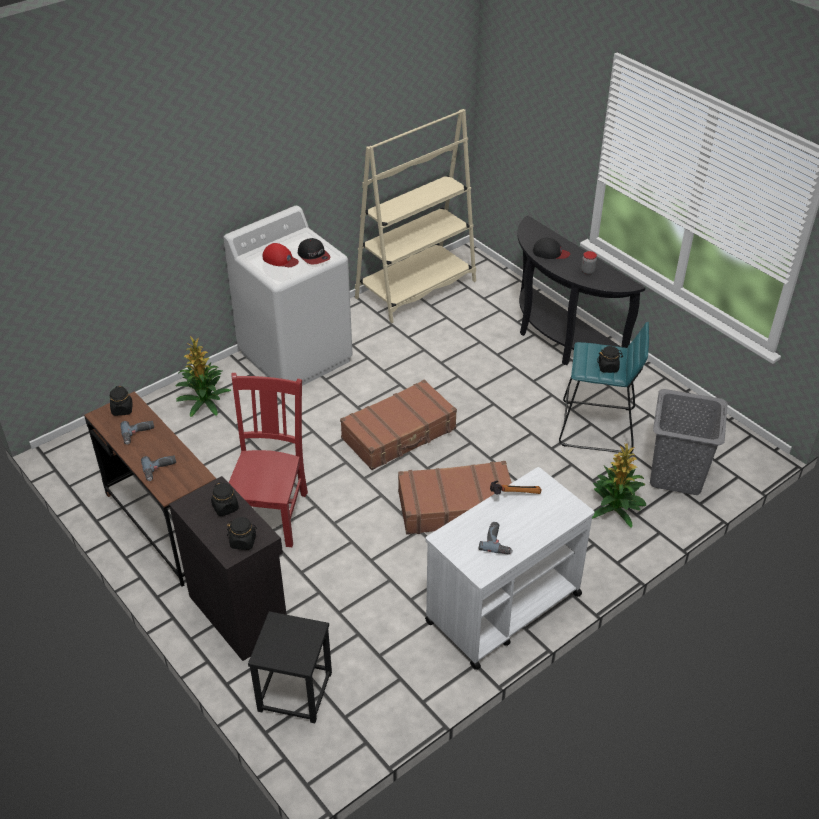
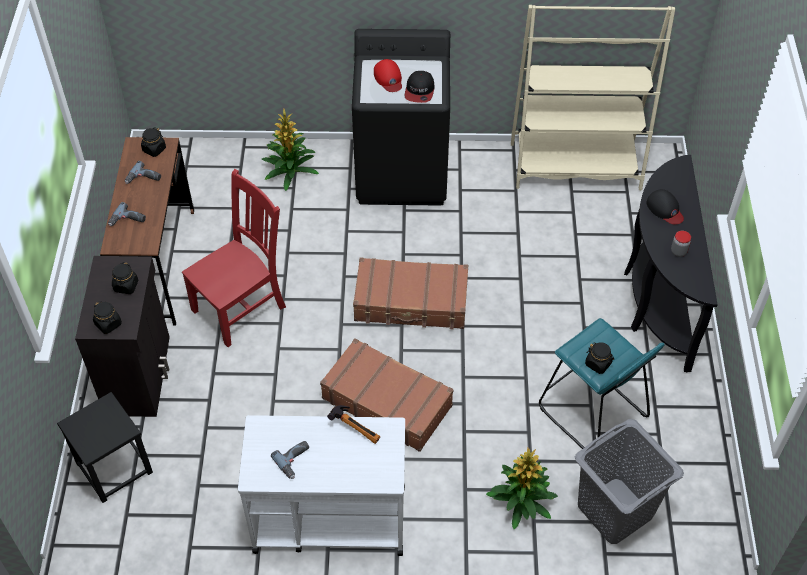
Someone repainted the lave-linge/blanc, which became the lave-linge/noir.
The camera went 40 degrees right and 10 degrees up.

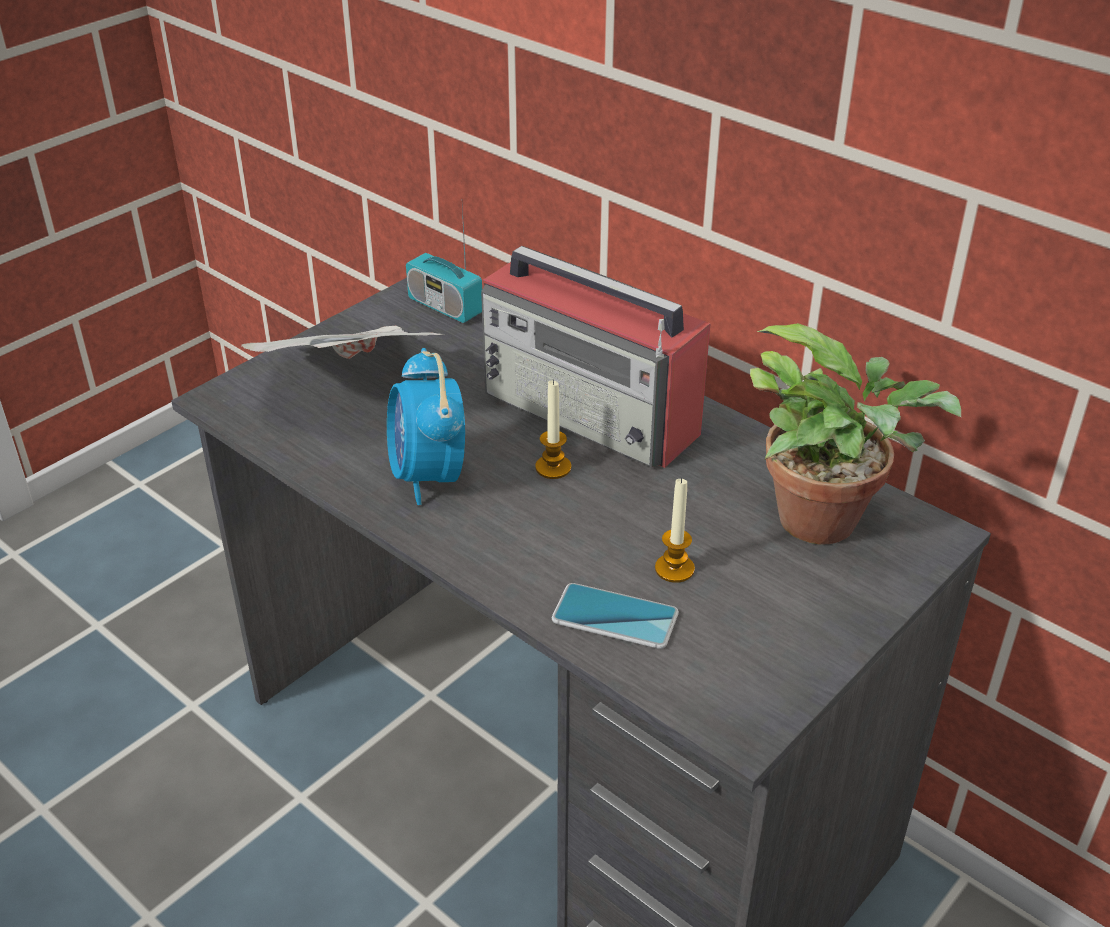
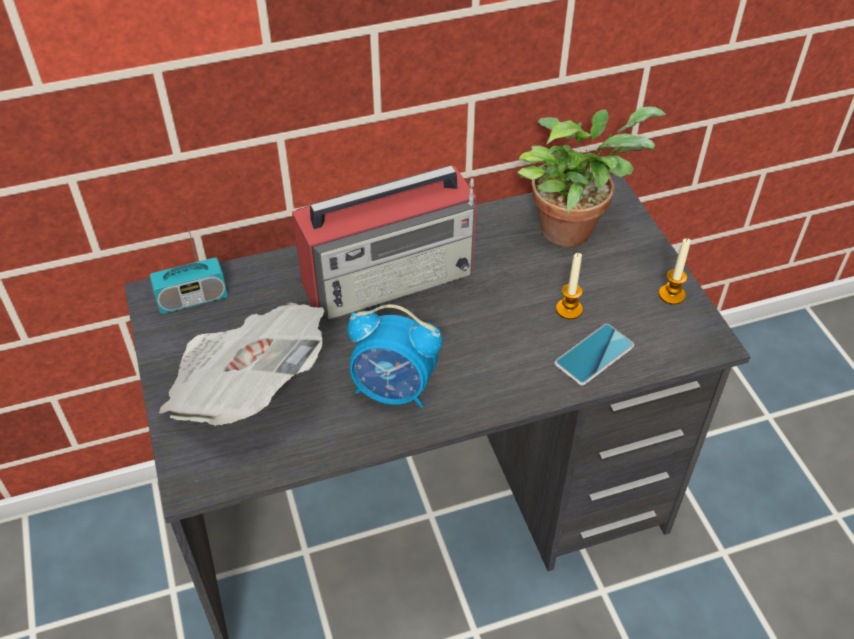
Someone carried the bougie (no. 1 from left in the first image).
The camera went 60 degrees left and 10 degrees up.

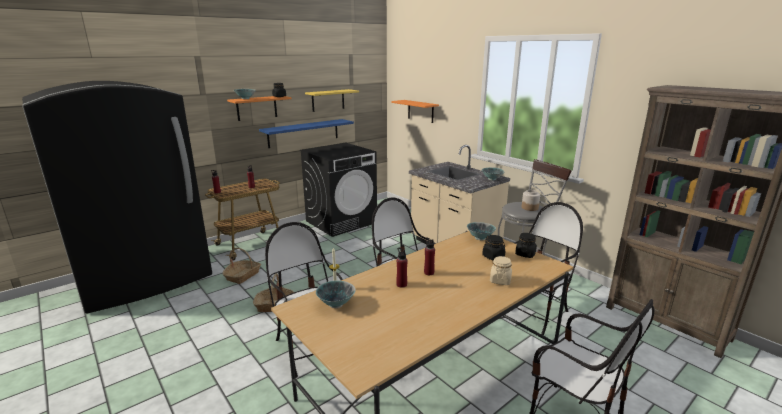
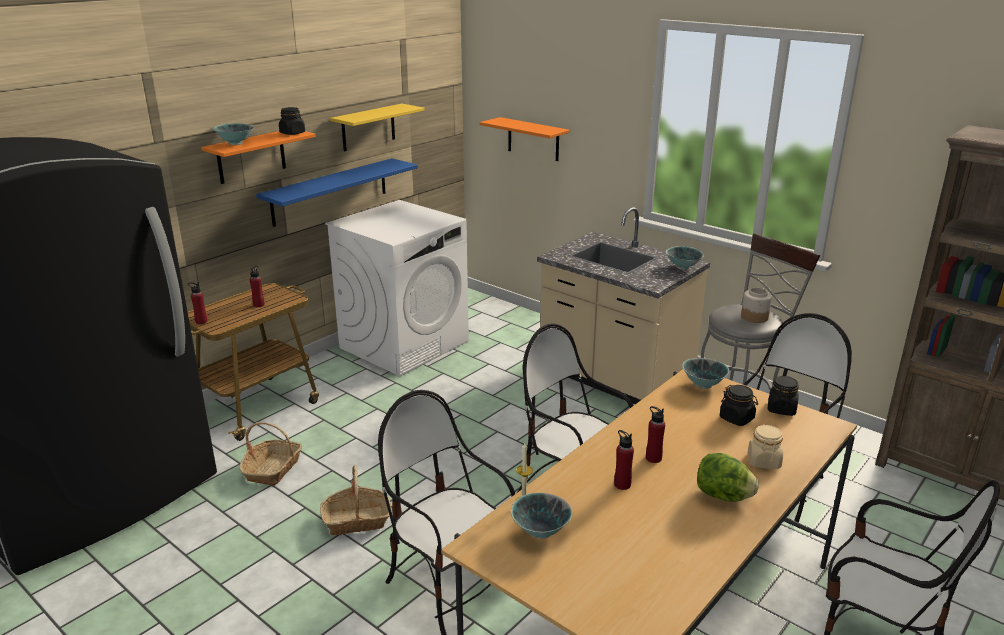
Someone repainted the lave-linge/noir, which became the lave-linge/blanc.
Someone put down the laitue.
The camera went 10 degrees left and 5 degrees up.

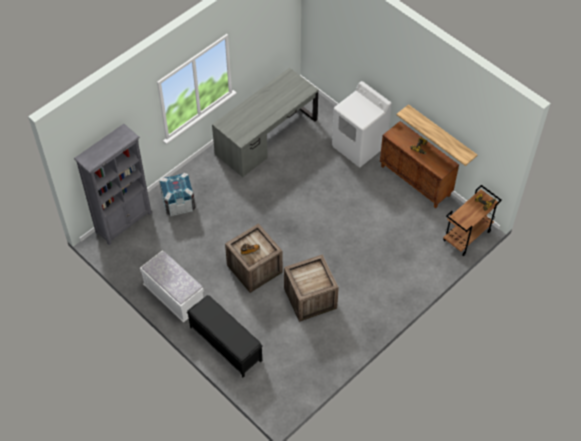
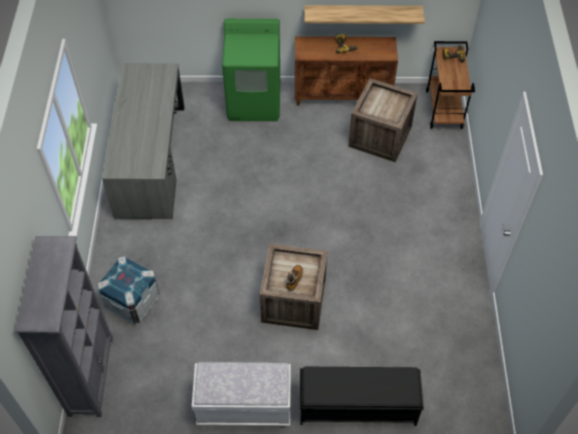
Someone repainted the lave-linge/blanc, which became the lave-linge/vert.
Someone carried the caisse (no. 3 from left).
The camera went 45 degrees left and 0 degrees up.

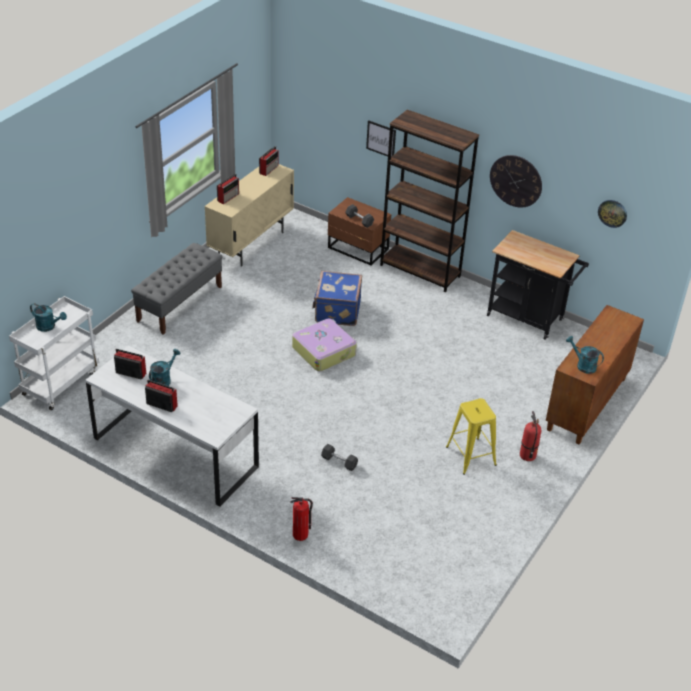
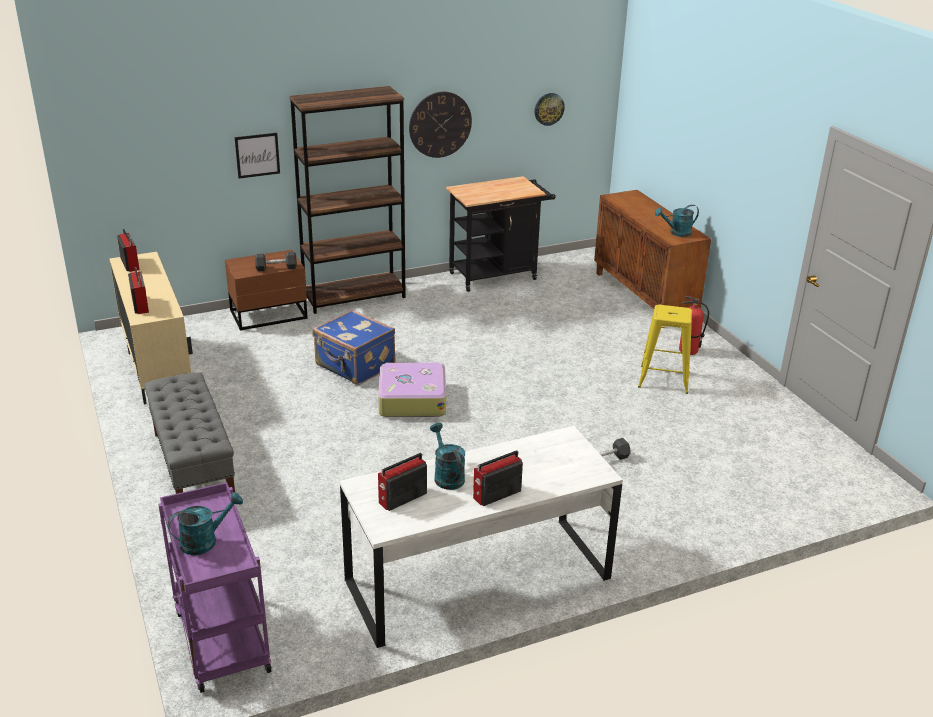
Someone repainted the chariot/blanc, which became the chariot/violet.
Someone took away the extincteur (no. 1 from left).
The camera went 55 degrees left and 10 degrees down.

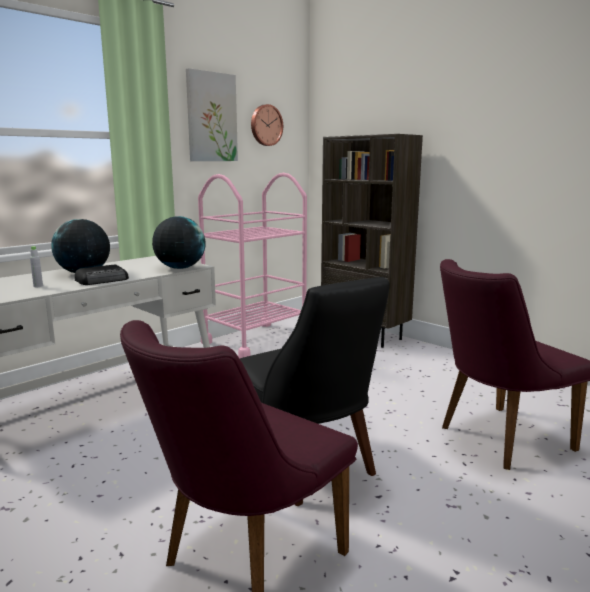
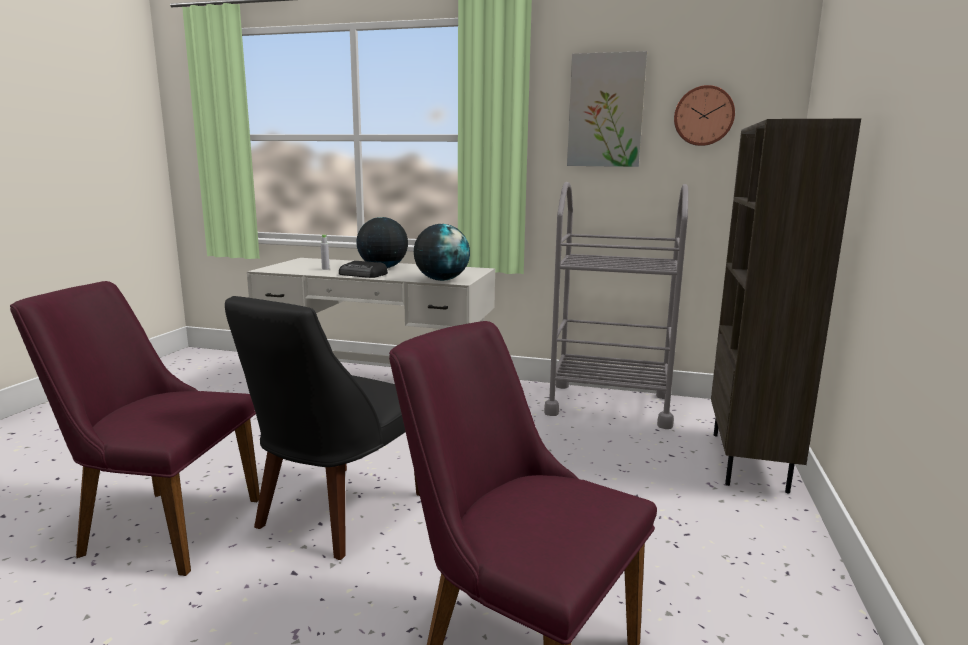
Someone repainted the chariot/rose, which became the chariot/gris.
The camera went 60 degrees right and 0 degrees up.

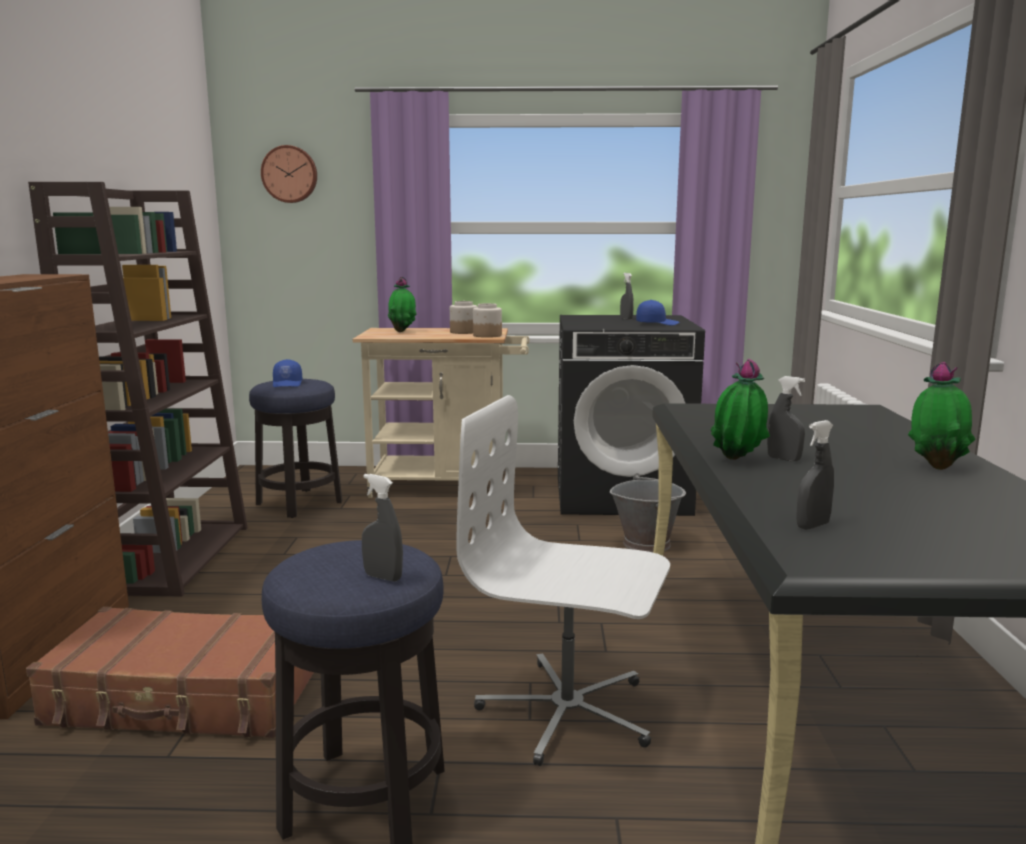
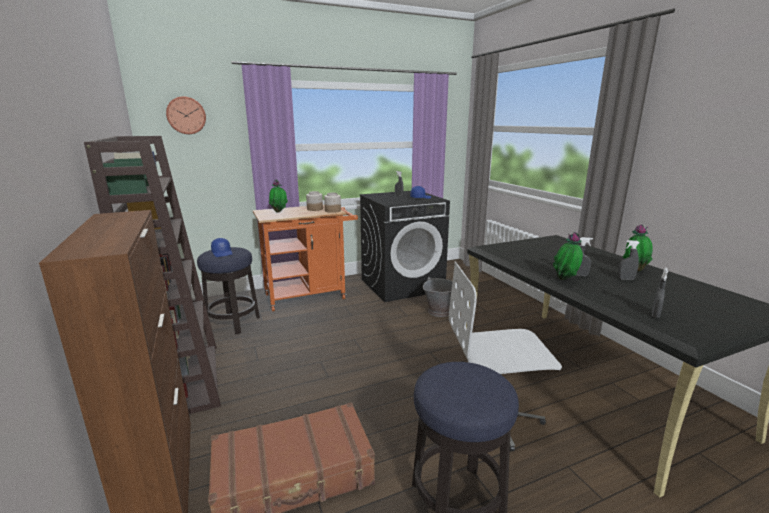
Someone repainted the chariot/beige, which became the chariot/orange.
Someone carried the vaporisateur/gris (no. 1 from left in the first image).
The camera went 25 degrees left and 5 degrees up.

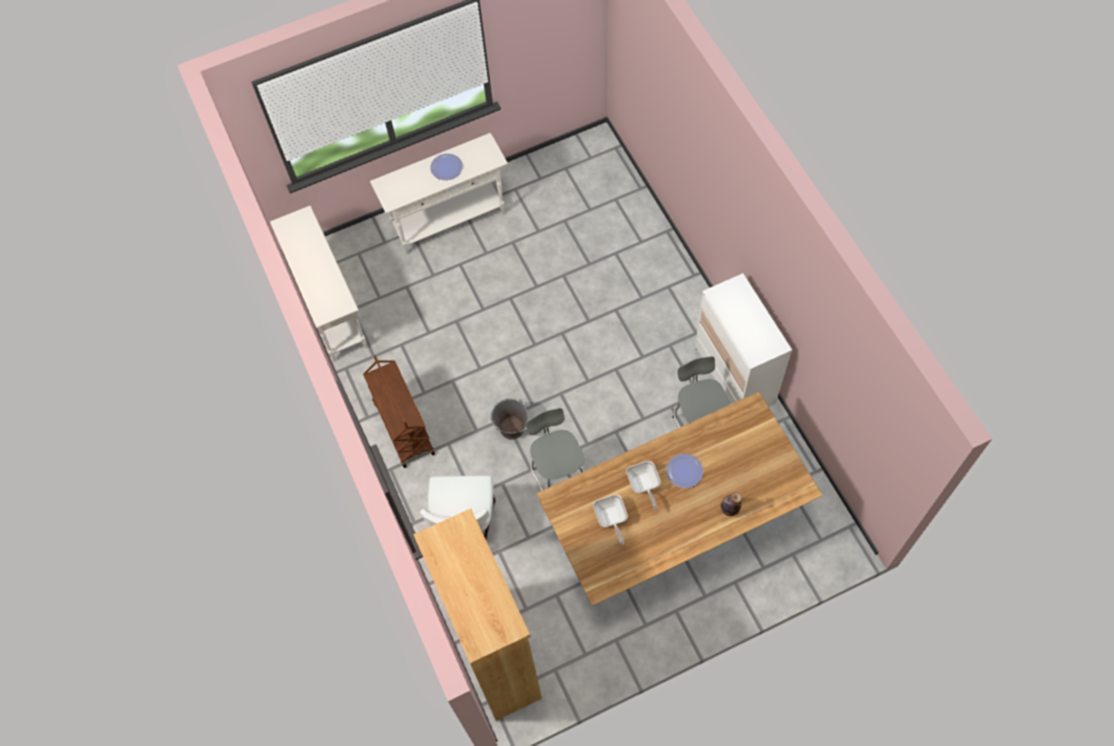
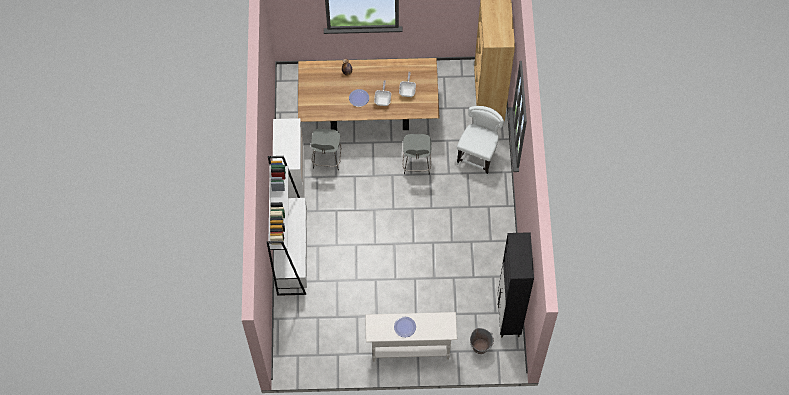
Someone swapped the table console/blanc (no. 1 from left) for the meuble de rangement/noir.
Someone took away the chariot/marron.
Someone carried the seau/gris.
Someone put down the bibliothèque/blanc.
The camera went 160 degrees left and 0 degrees up.

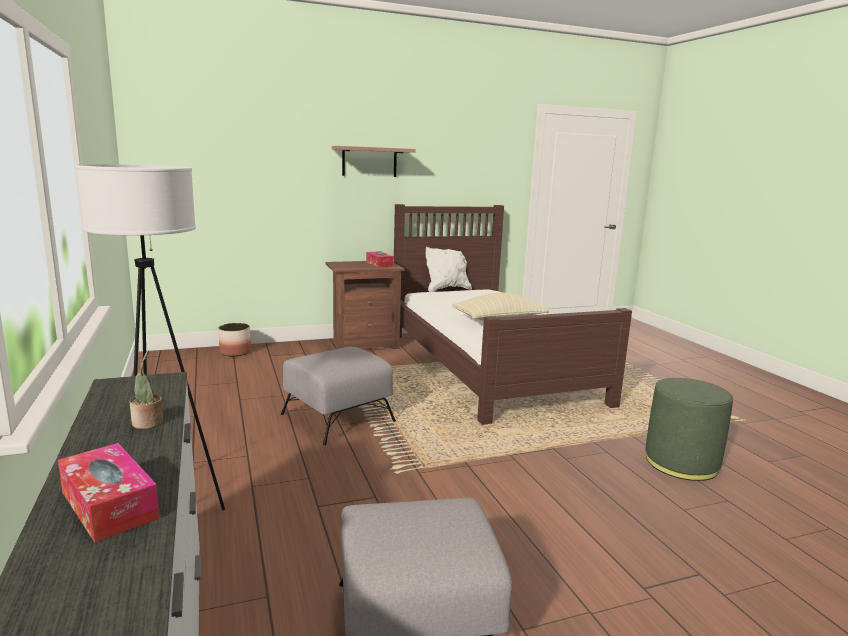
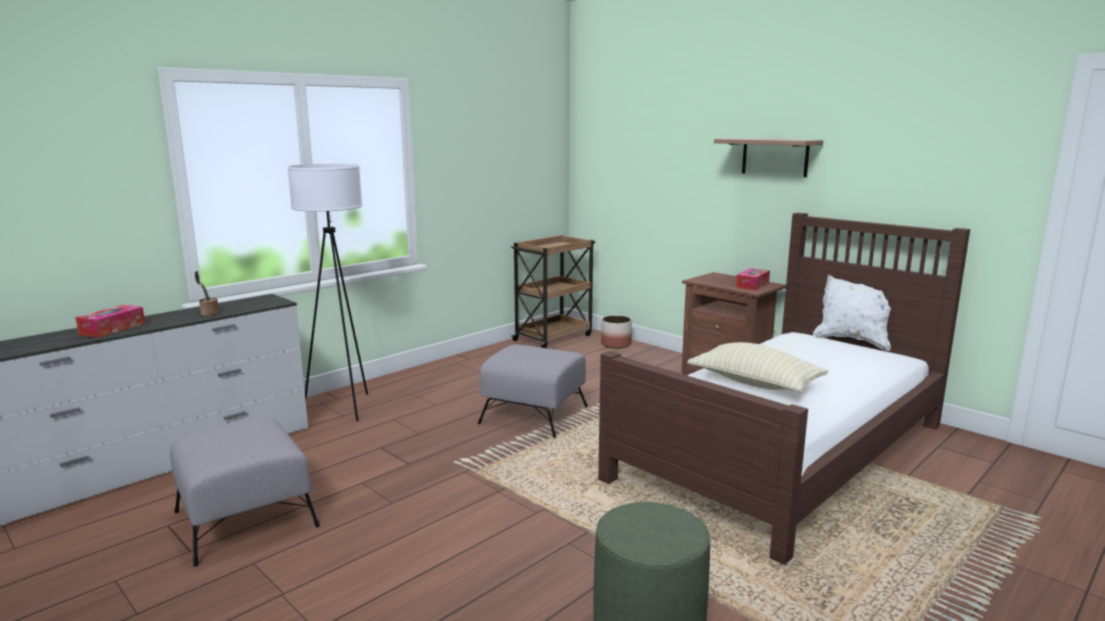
Someone put down the chariot/marron.
The camera went 65 degrees right and 0 degrees up.

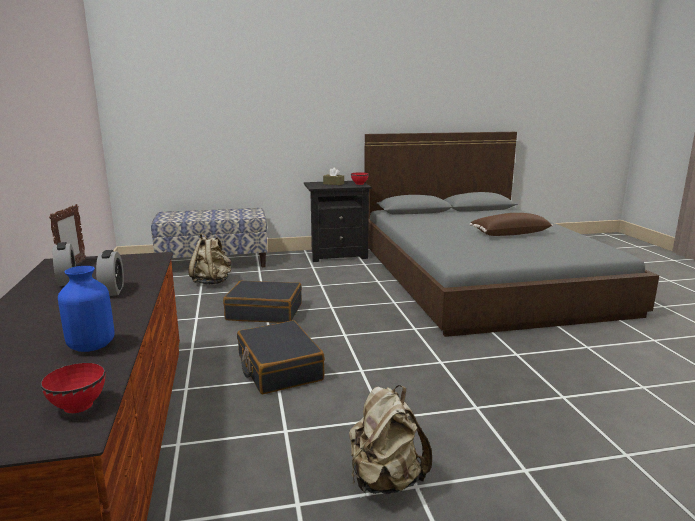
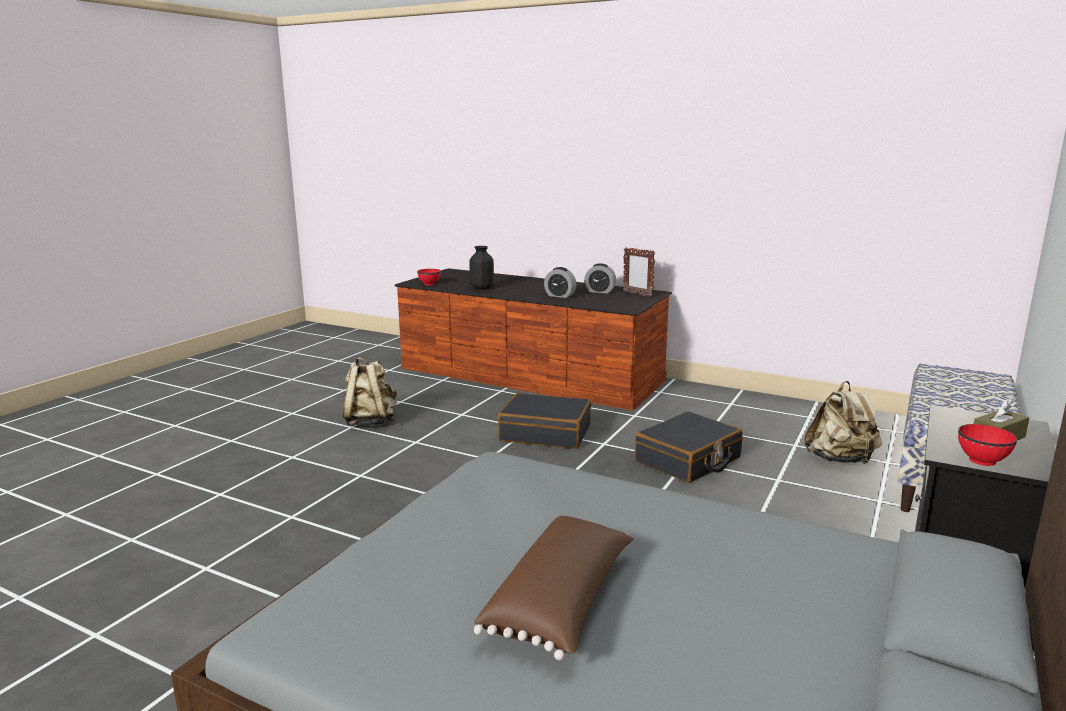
Someone repainted the vase/bleu, which became the vase/noir.
The camera went 130 degrees right and 0 degrees up.

